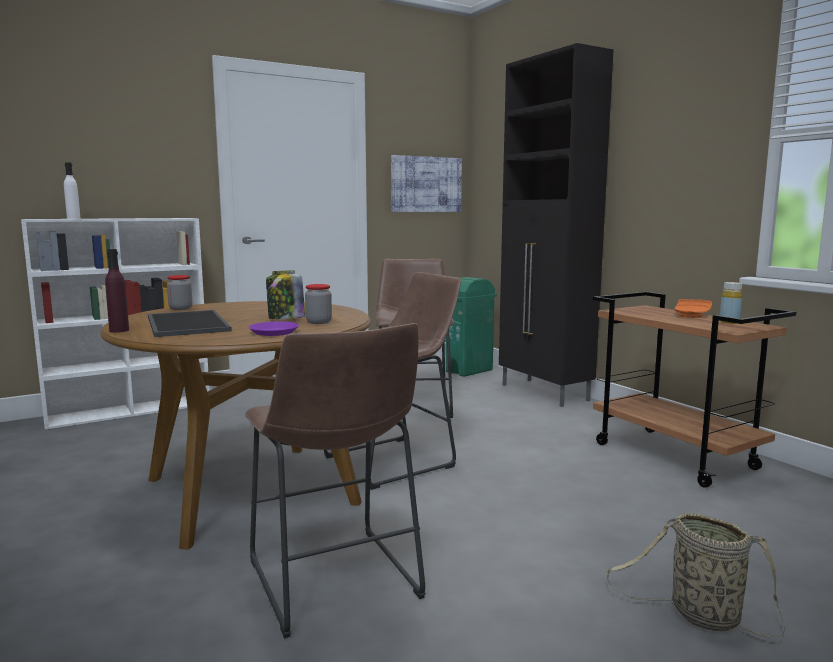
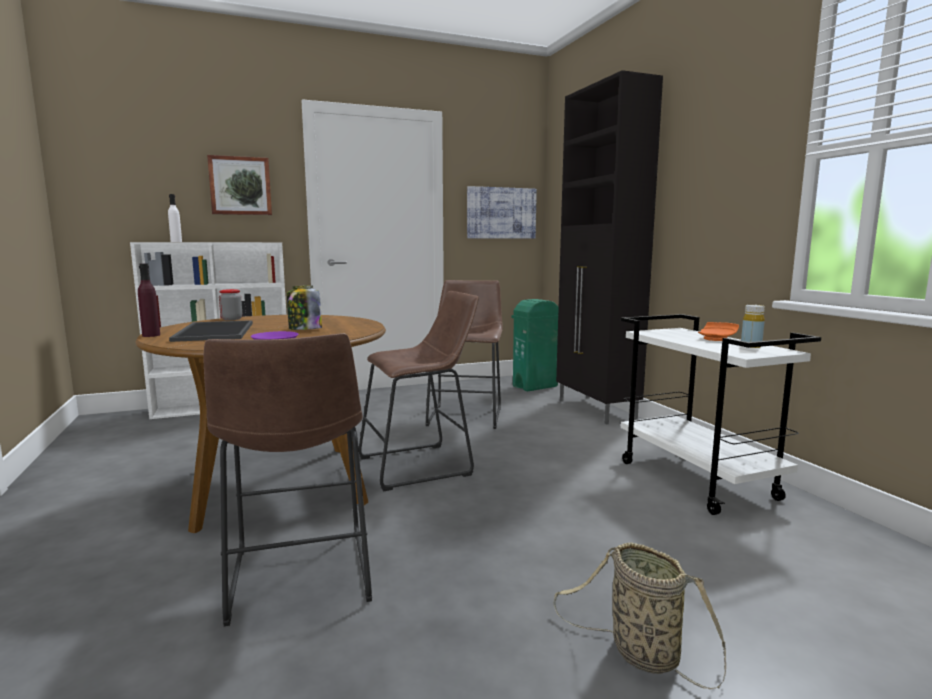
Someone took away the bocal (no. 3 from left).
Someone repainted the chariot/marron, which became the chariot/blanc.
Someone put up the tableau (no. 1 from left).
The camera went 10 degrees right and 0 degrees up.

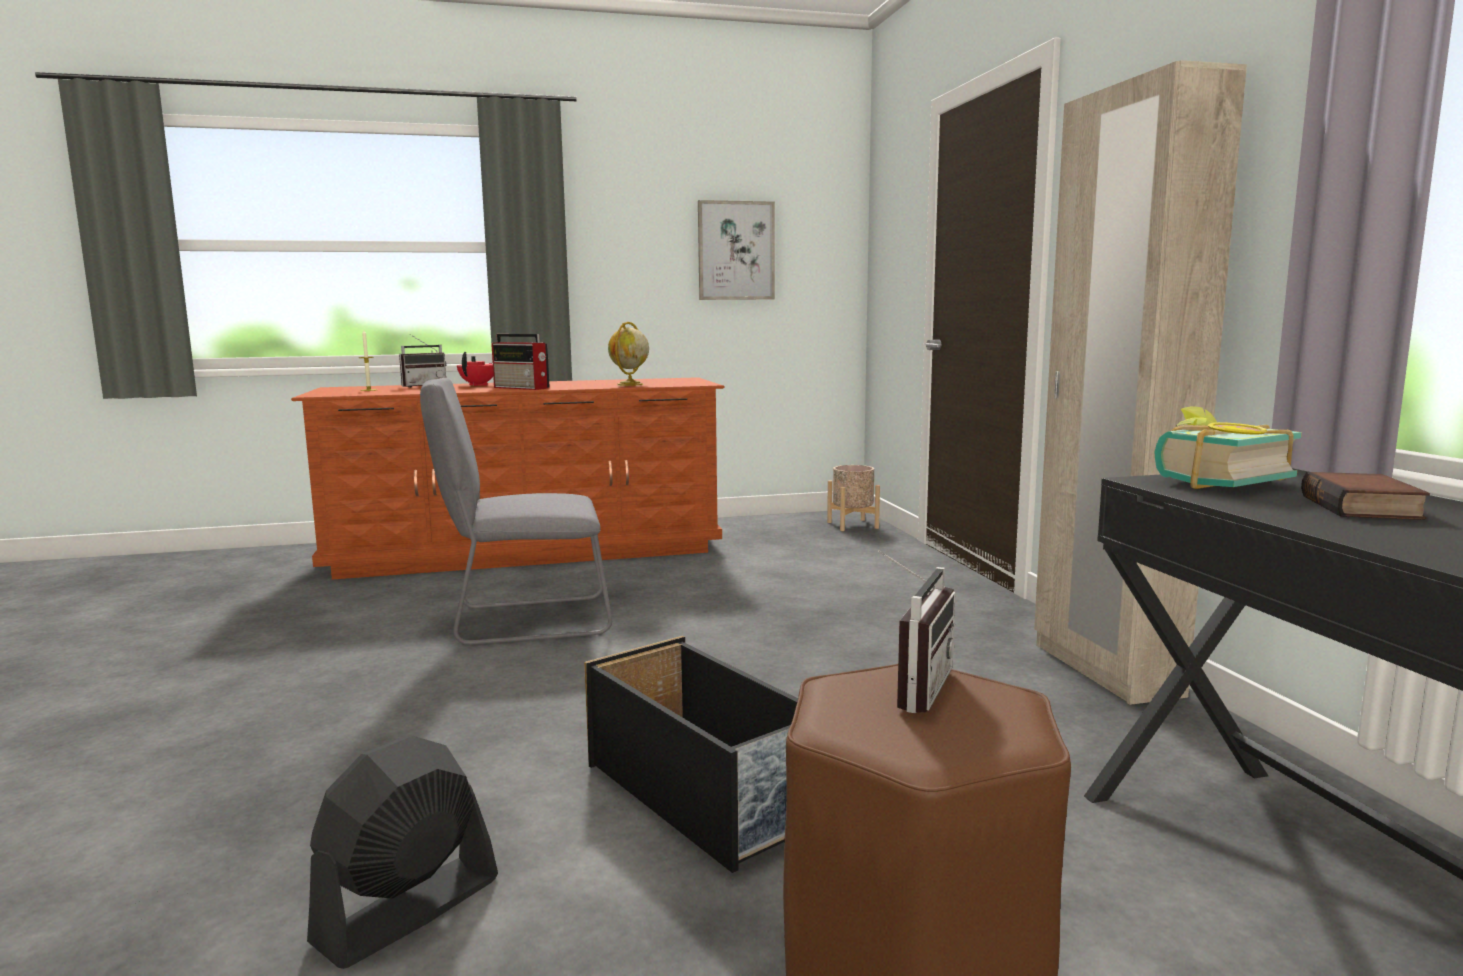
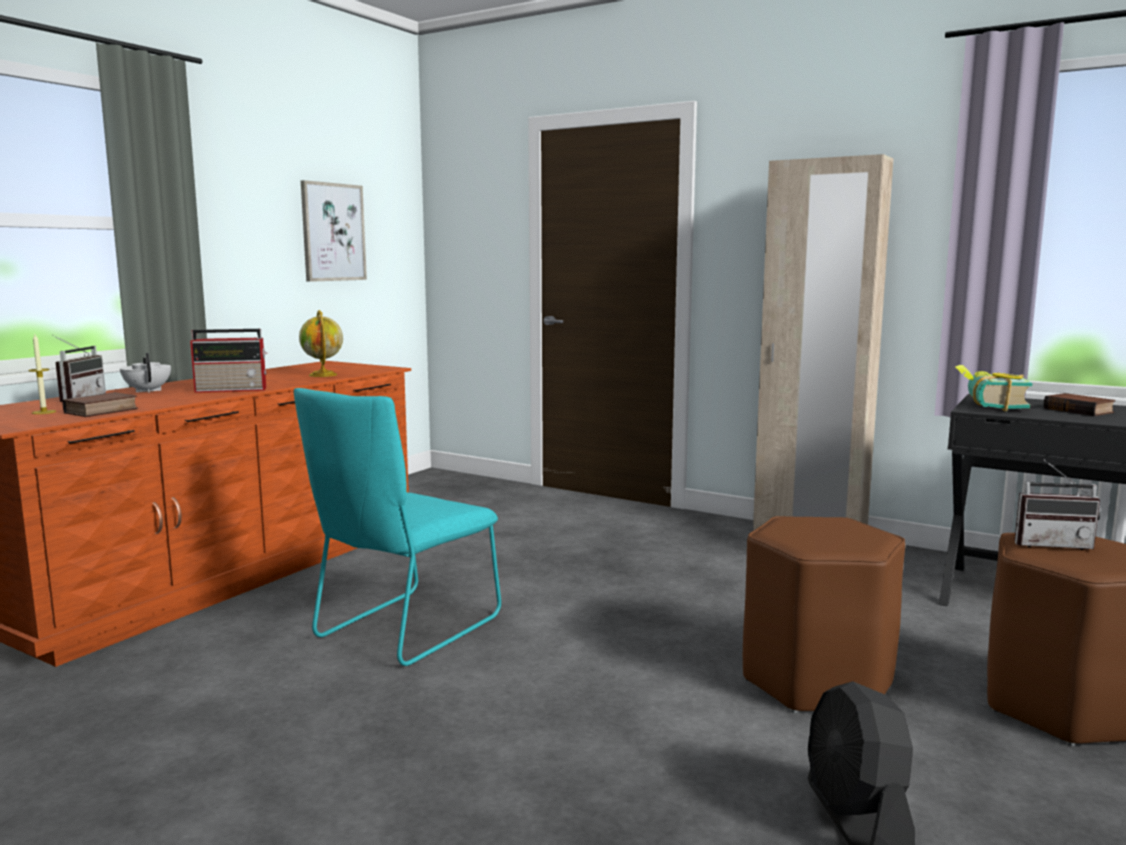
Someone repainted the théière/rouge, which became the théière/blanc.
Someone repainted the chaise/gris, which became the chaise/turquoise.
Someone took away the cache-pot/beige.
Someone rotated the radio (no. 3 from left) by 120 degrees clockwise.
Someone swapped the boîte de rangement/noir for the tabouret/marron (no. 1 from left).
Someone put down the livre (no. 1 from left).
The camera went 45 degrees left and 0 degrees up.

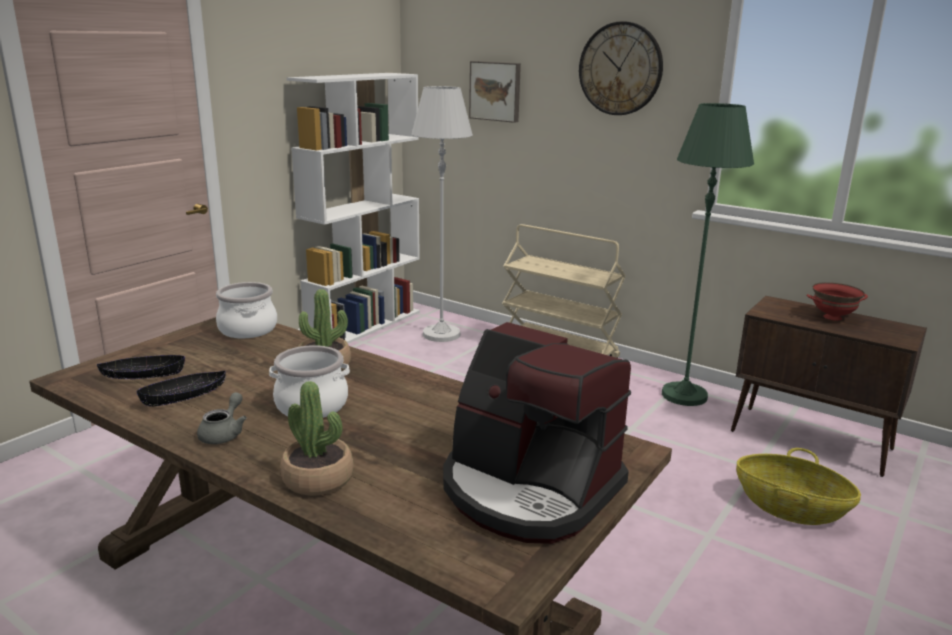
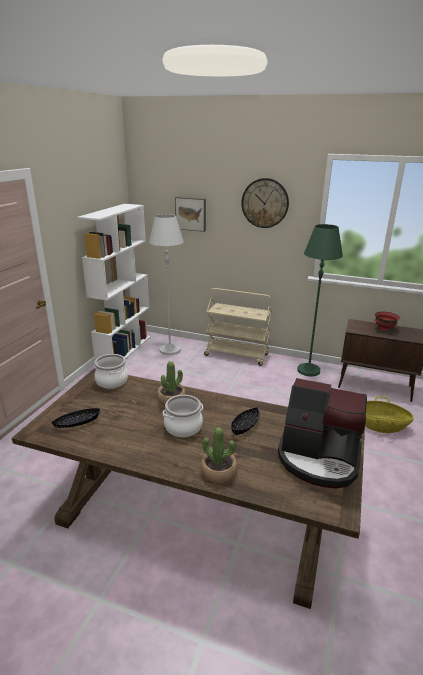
Someone carried the bol/noir (no. 2 from left).
Someone took away the théière/gris.
The camera went 15 degrees left and 5 degrees up.

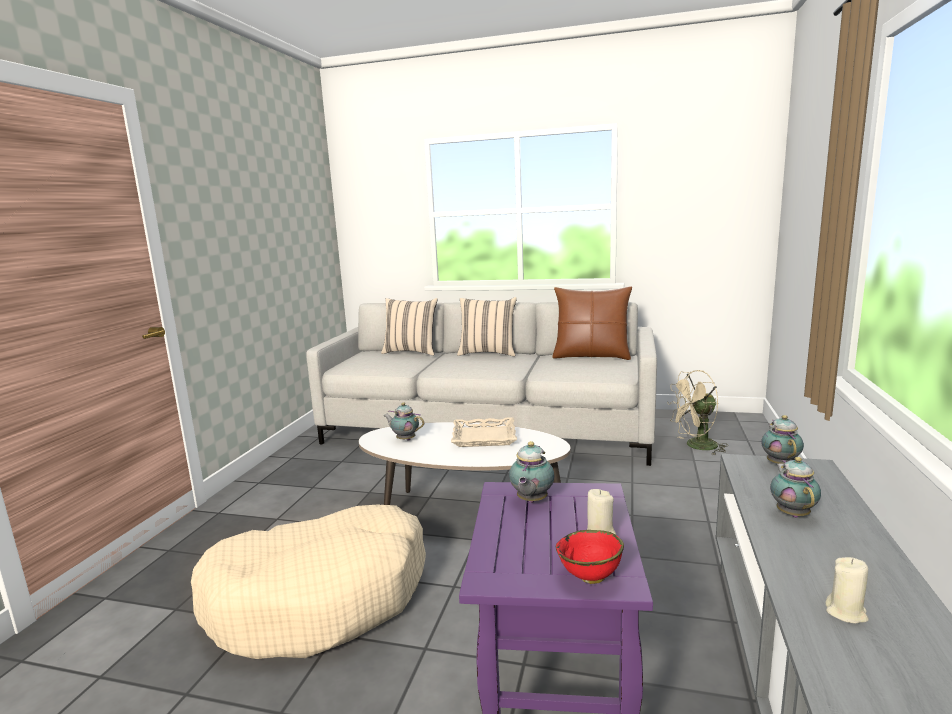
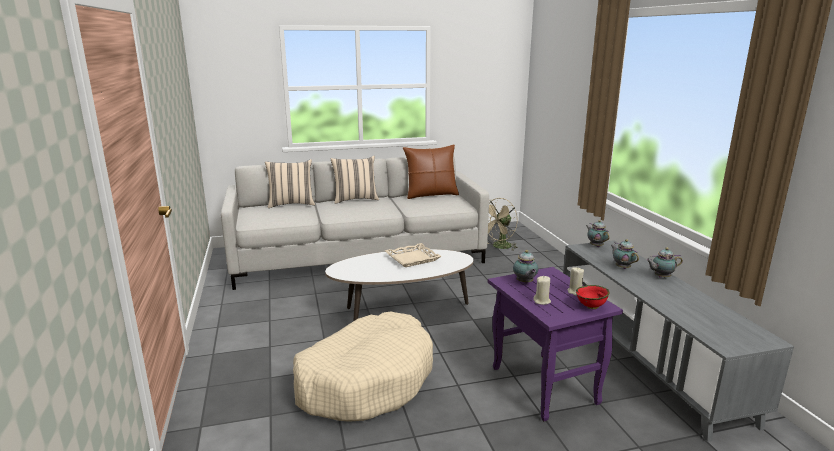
Someone carried the théière (no. 1 from left in the first image).
Someone carried the bougie/beige (no. 2 from left in the first image).
The camera went 30 degrees left and 5 degrees up.

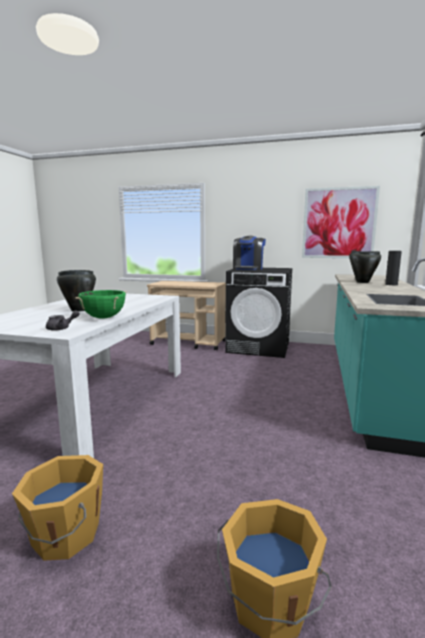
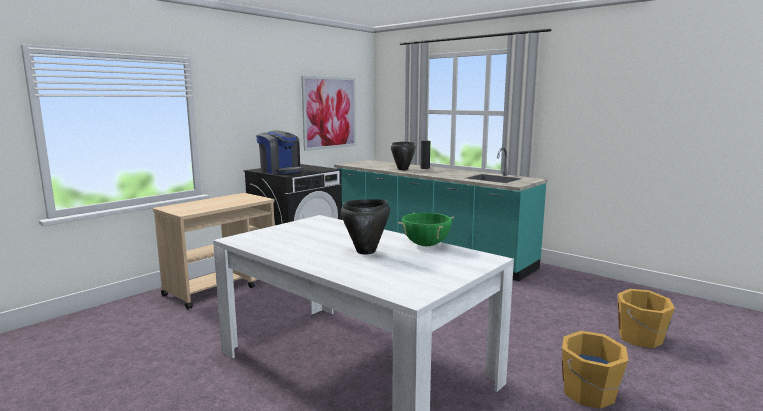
Someone took away the théière/gris.
The camera went 65 degrees left and 0 degrees up.

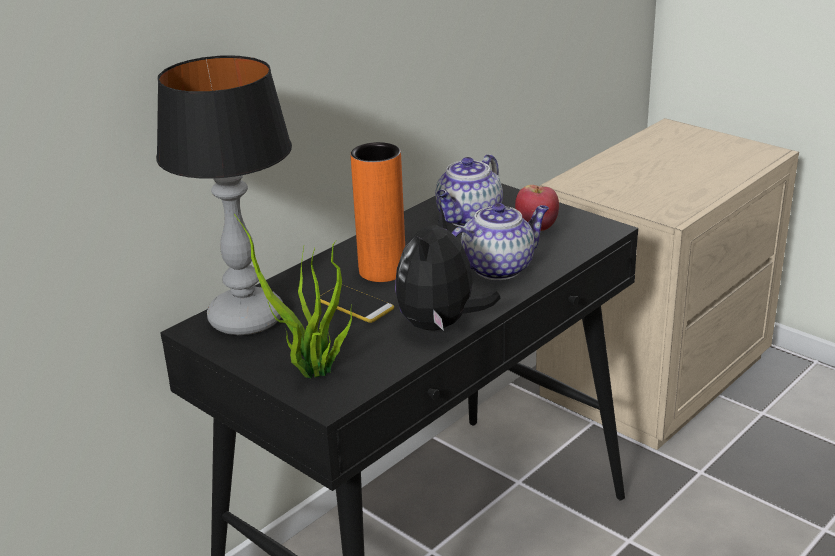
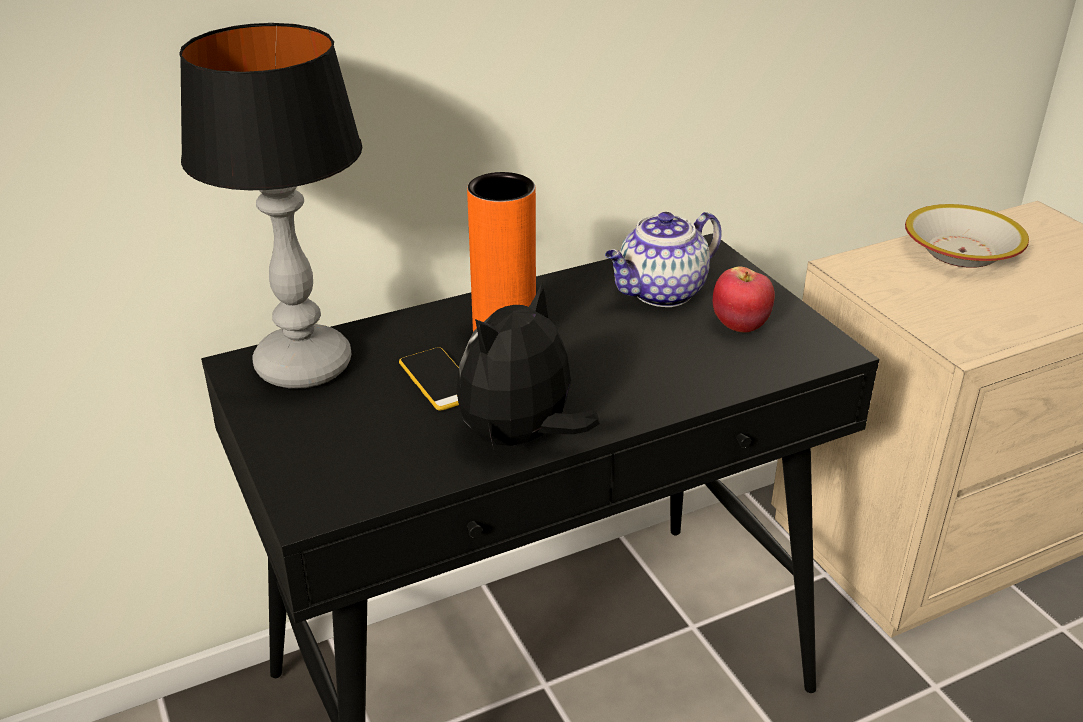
Someone took away the théière (no. 2 from left).
Someone took away the plante en pot.
Someone put down the bol.
The camera went 20 degrees right and 5 degrees up.

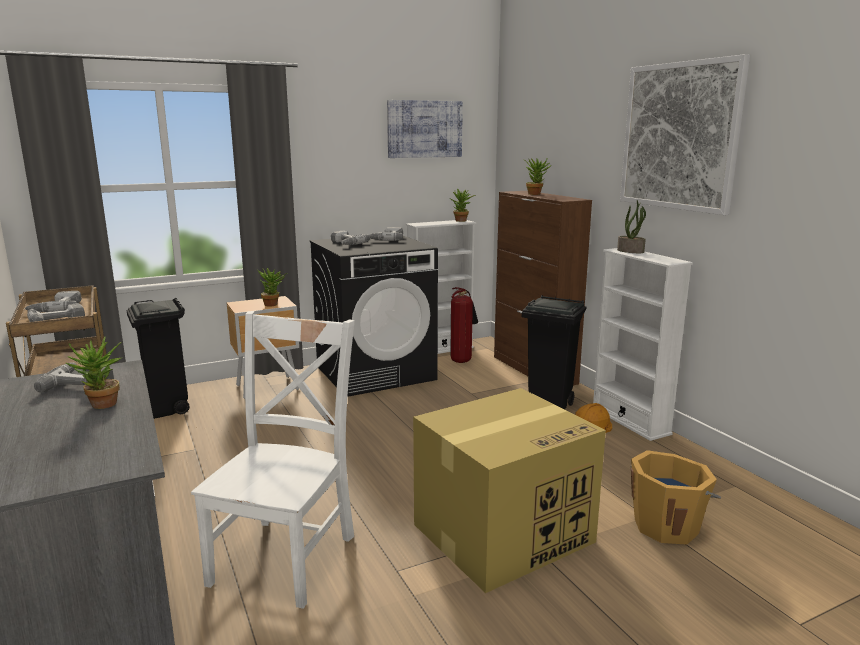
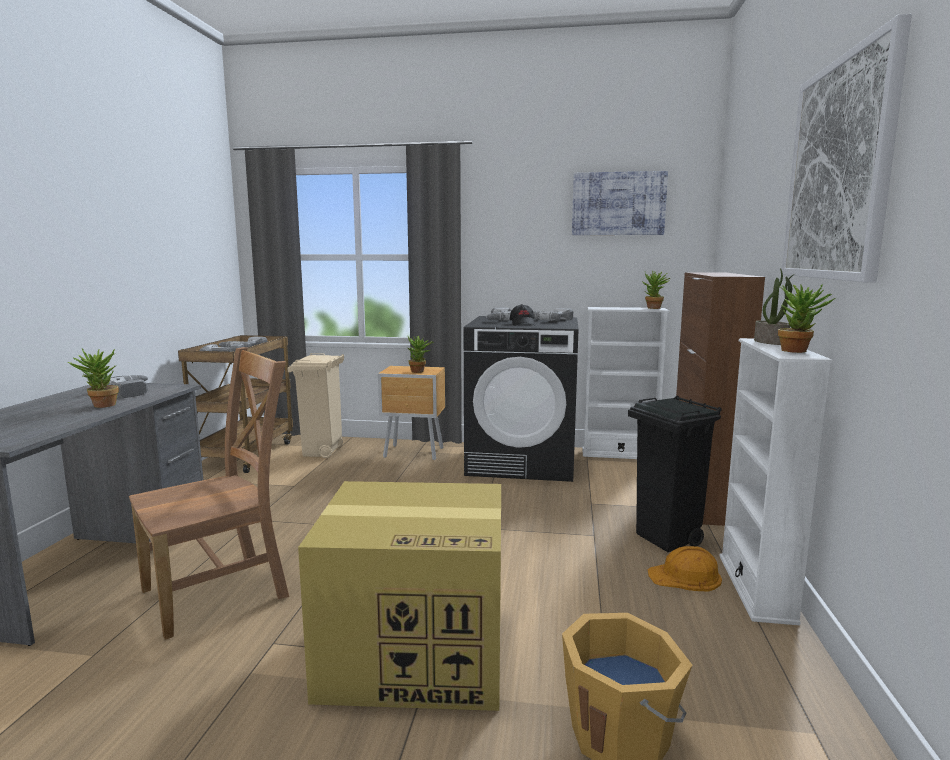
Someone carried the plante en pot (no. 4 from left in the first image).
Someone took away the extincteur.
Someone repainted the poubelle/noir (no. 1 from left), which became the poubelle/beige.
Someone repainted the chaise/blanc, which became the chaise/marron.
Someone put down the casquette/noir.
The camera went 35 degrees right and 5 degrees down.

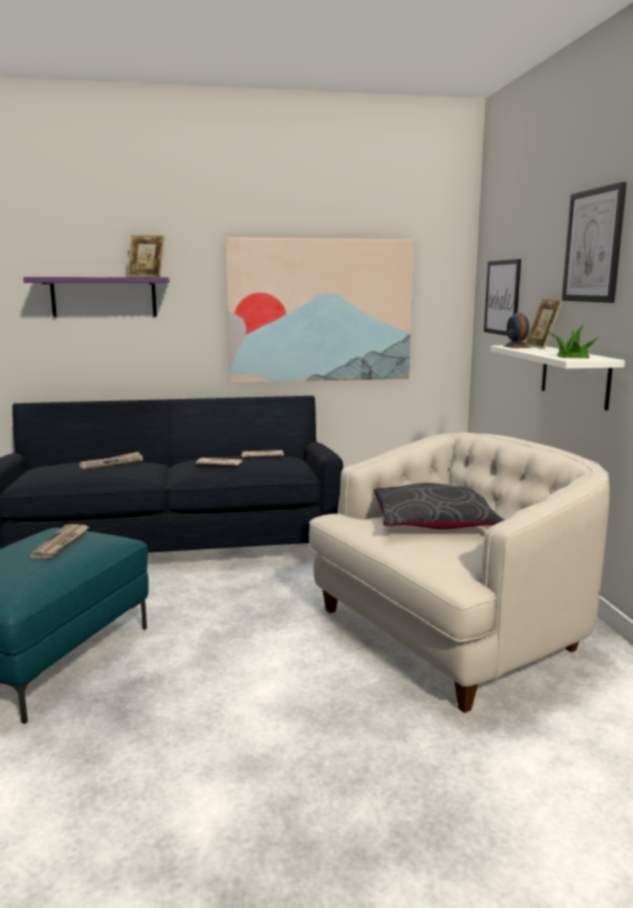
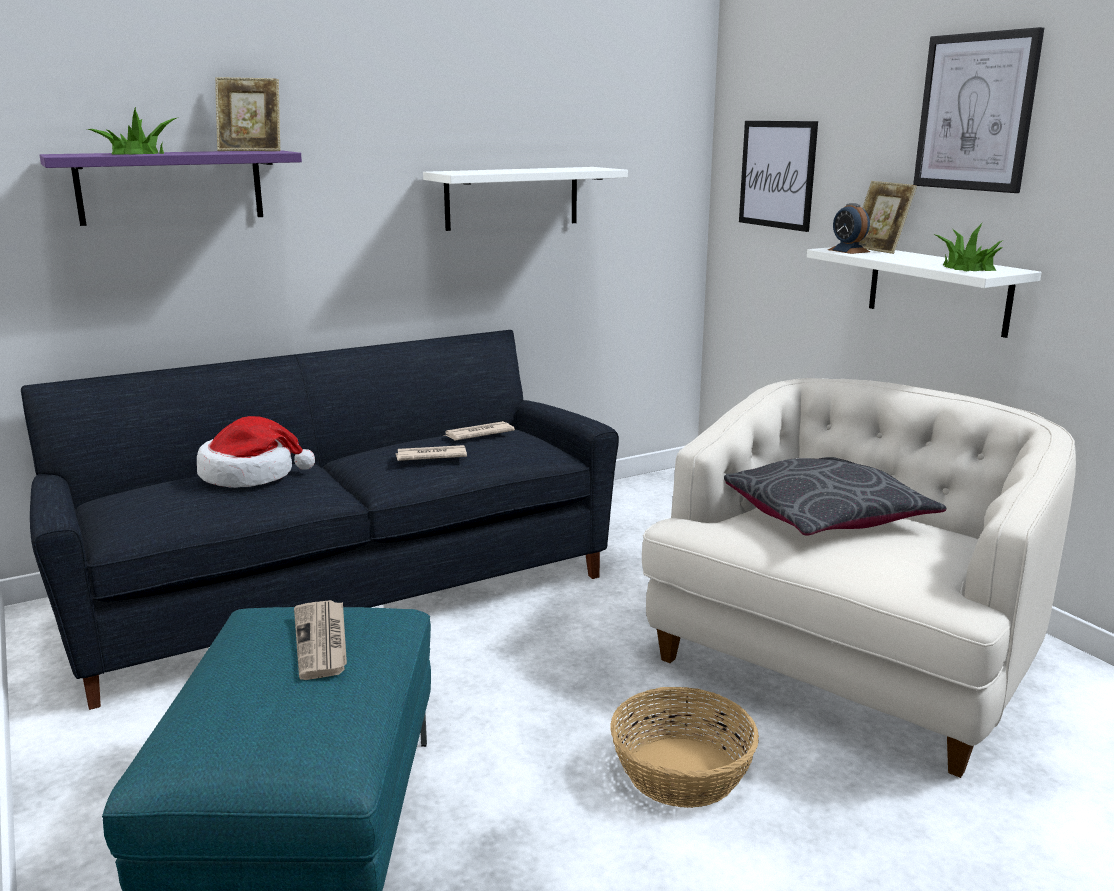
Someone swapped the tableau (no. 1 from left) for the étagère/blanc (no. 1 from left).
Someone swapped the journal (no. 2 from left) for the chapeau.
Someone put down the plante en pot (no. 1 from left).
Someone put down the panier.
The camera went 20 degrees left and 5 degrees up.

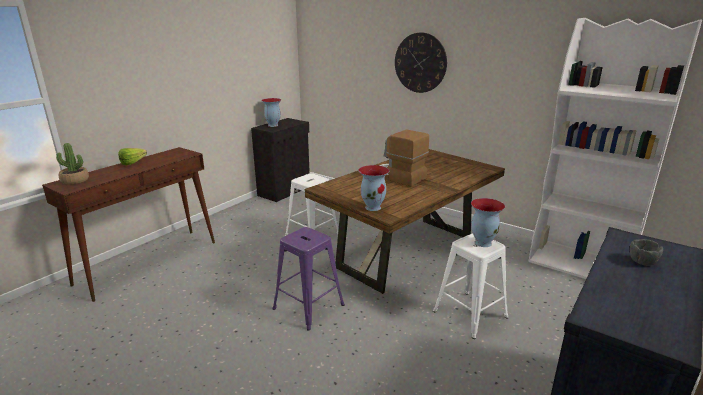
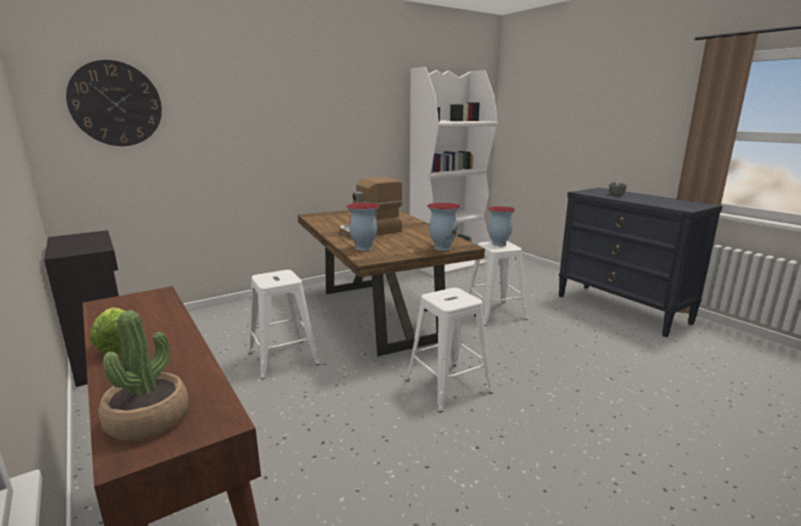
Someone carried the horloge murale.
Someone carried the vase (no. 1 from left).
Someone repainted the tabouret/violet, which became the tabouret/blanc (no. 2 from left).
The camera went 70 degrees left and 5 degrees down.

